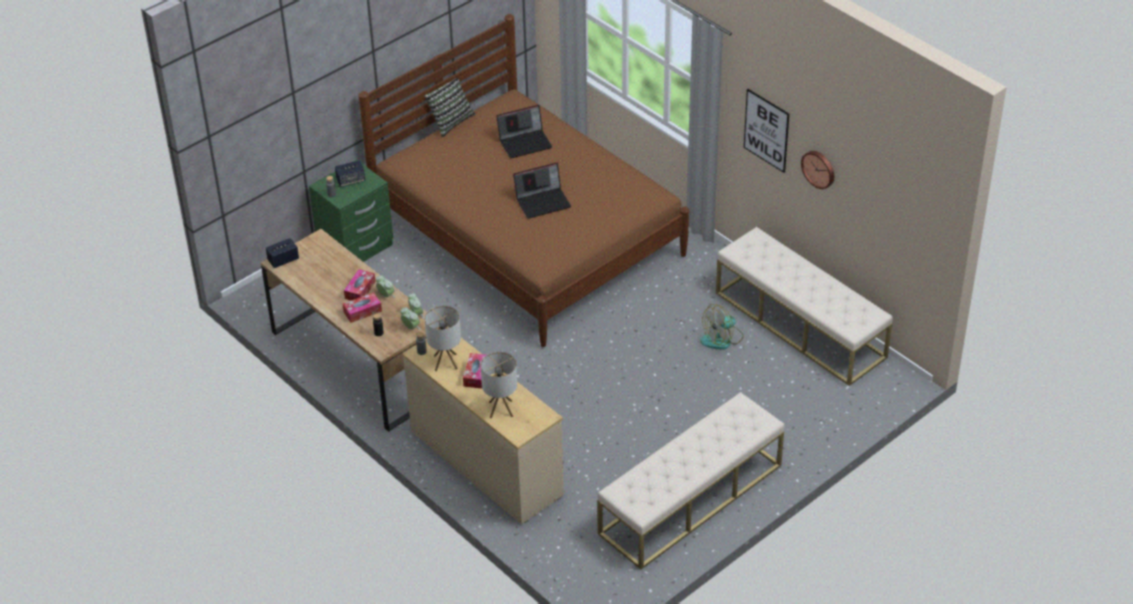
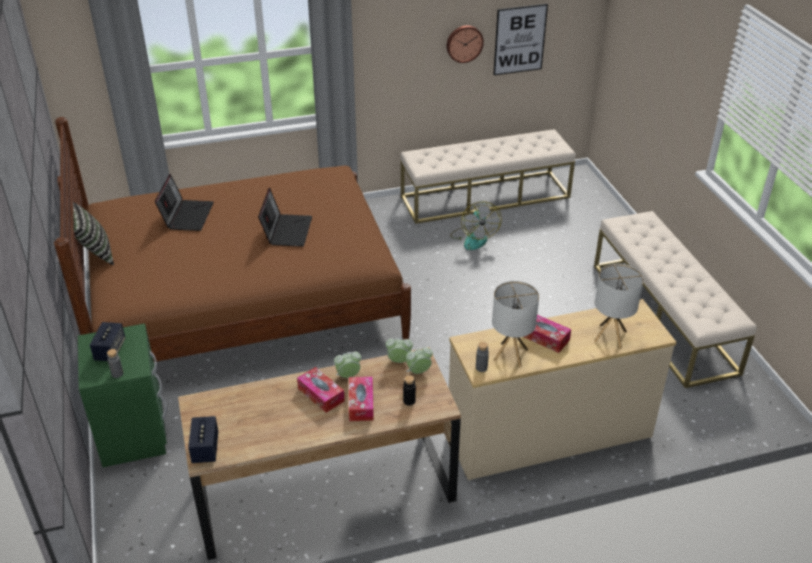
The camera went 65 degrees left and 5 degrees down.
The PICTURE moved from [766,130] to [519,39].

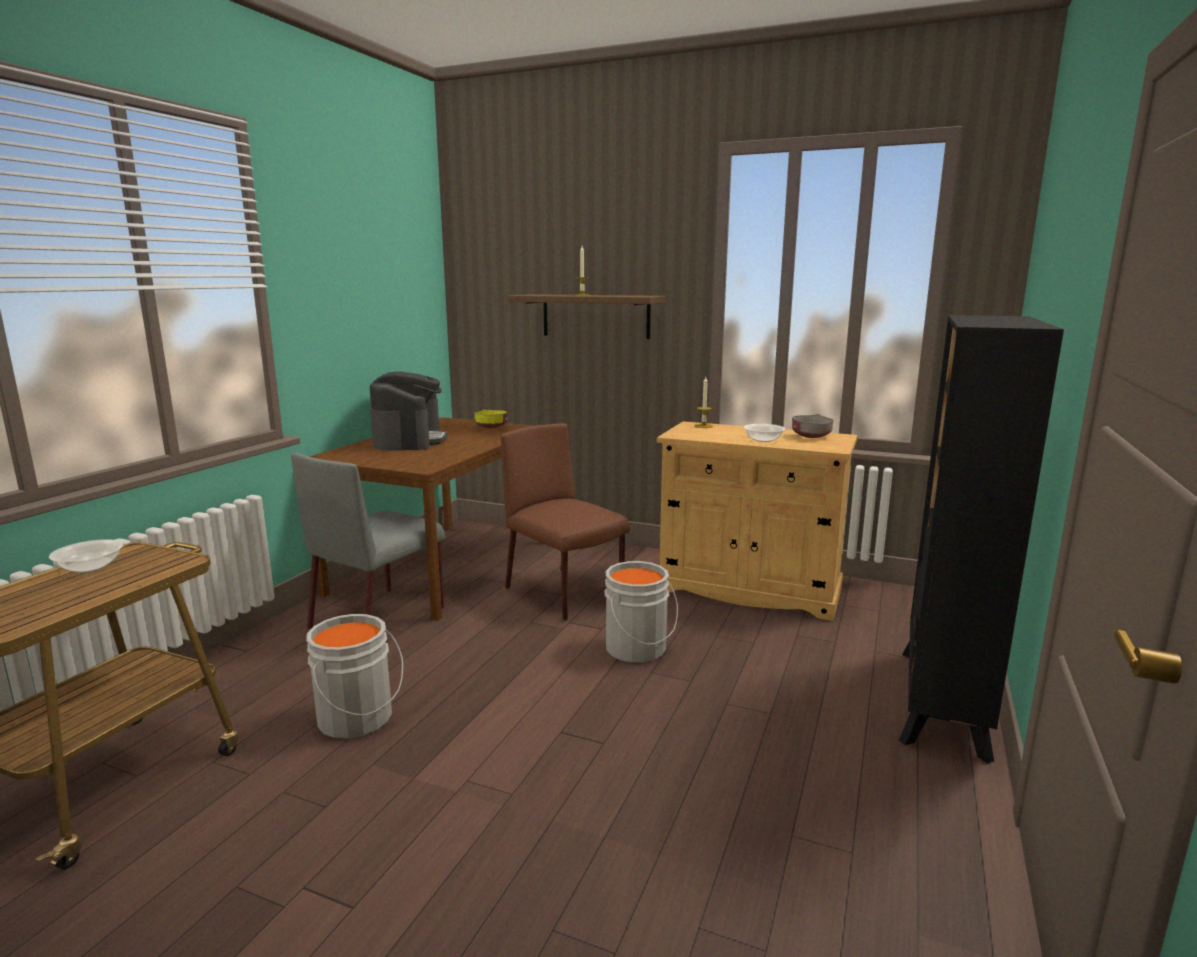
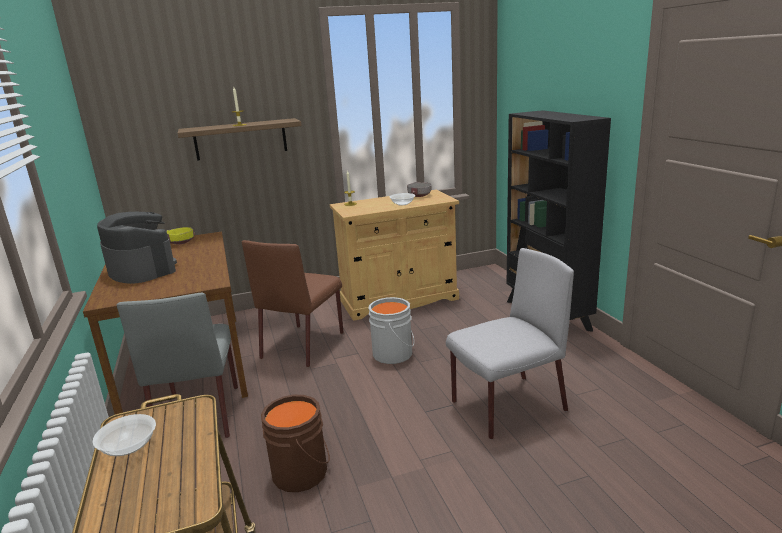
The camera went 40 degrees left and 5 degrees up.
The BROWN CHAIR at [565,593] turned 75 degrees counterclockwise.
The GREYISH BUCKET at [358,719] became the BROWN BUCKET at [303,472].
The GREYISH CHAIR at [506,407] appeared.

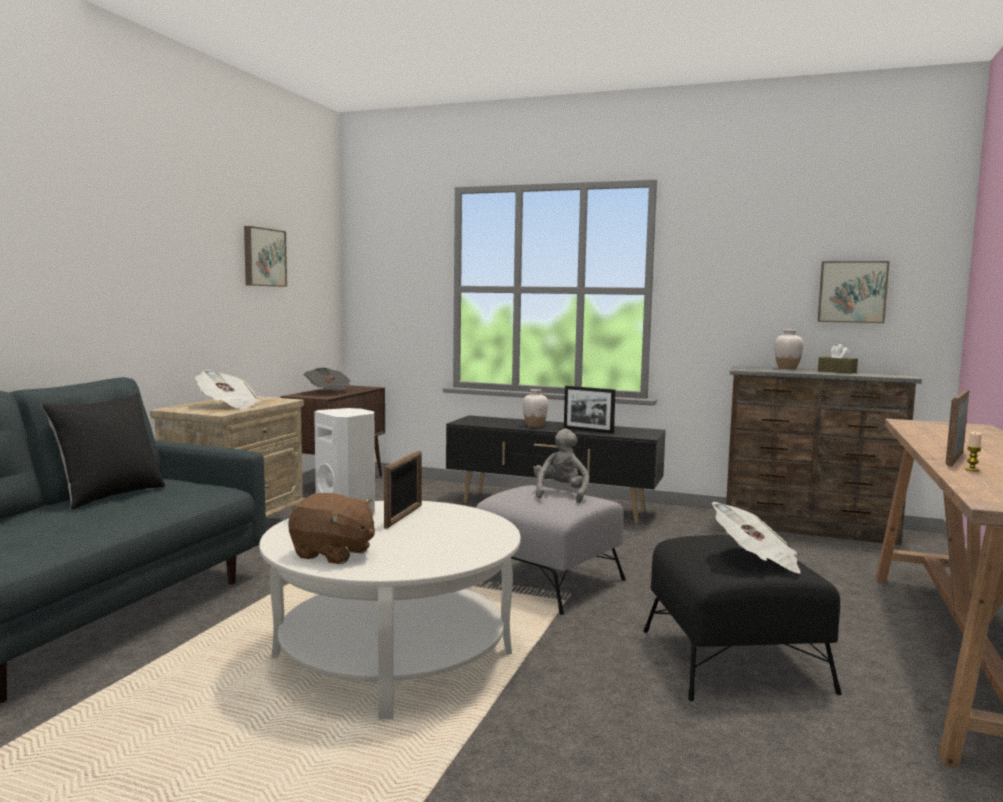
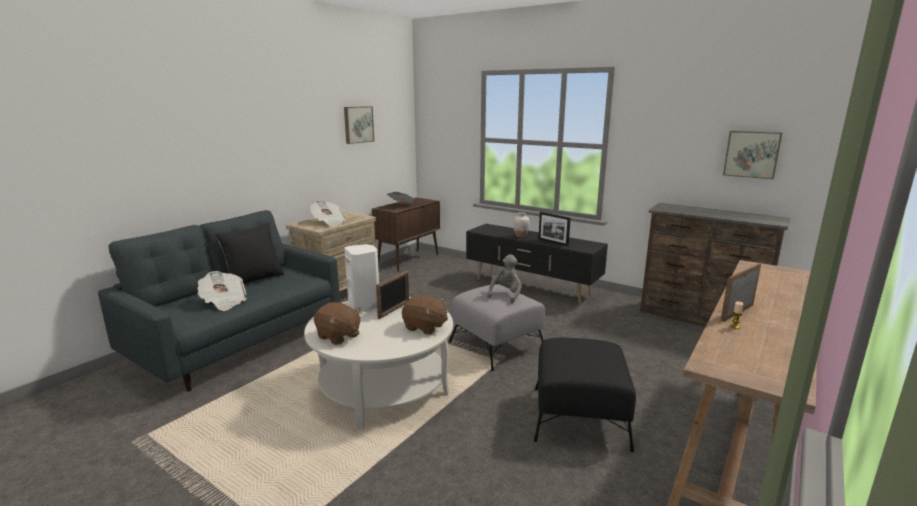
The camera went 15 degrees right and 10 degrees up.
The NEWSPAPER moved from [756,560] to [224,302].
The BROWN CUDDLY TOY at [425,327] appeared.
The WHITISH DECORATIVE VASE at [787,368] disappeared.
The BROWN BOX OF TISSUES at [837,371] disappeared.

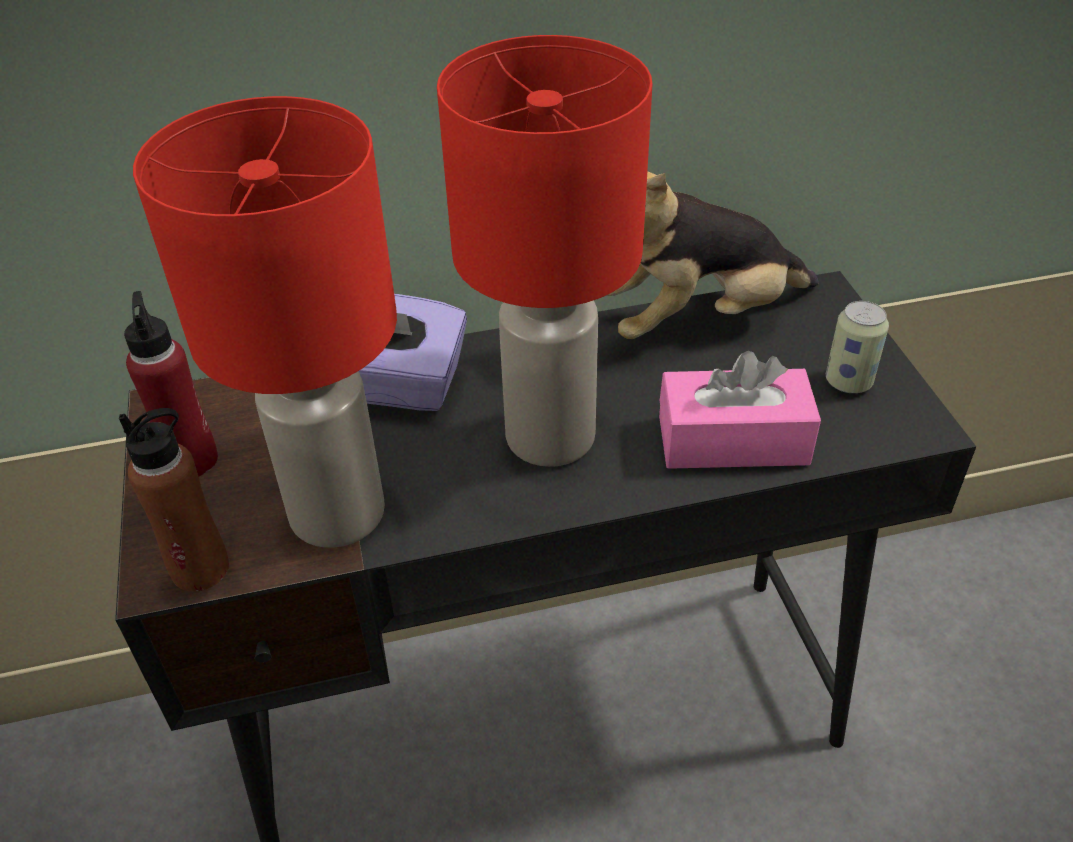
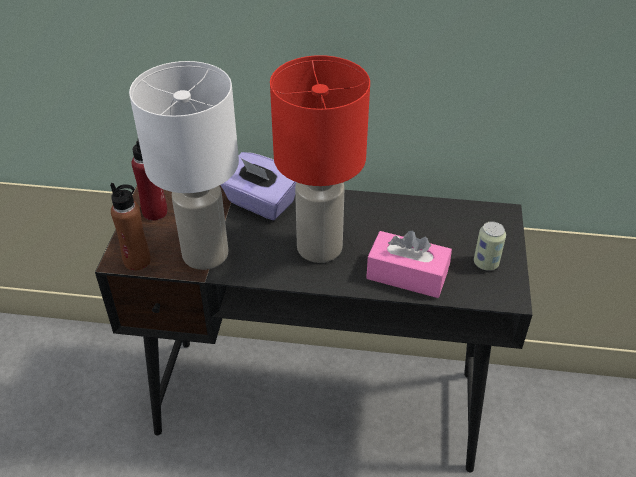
The camera went 20 degrees right and 0 degrees up.
The REDDISH TABLE LAMP at [340,512] became the WHITISH TABLE LAMP at [207,254].
The CUDDLY TOY at [698,319] disappeared.

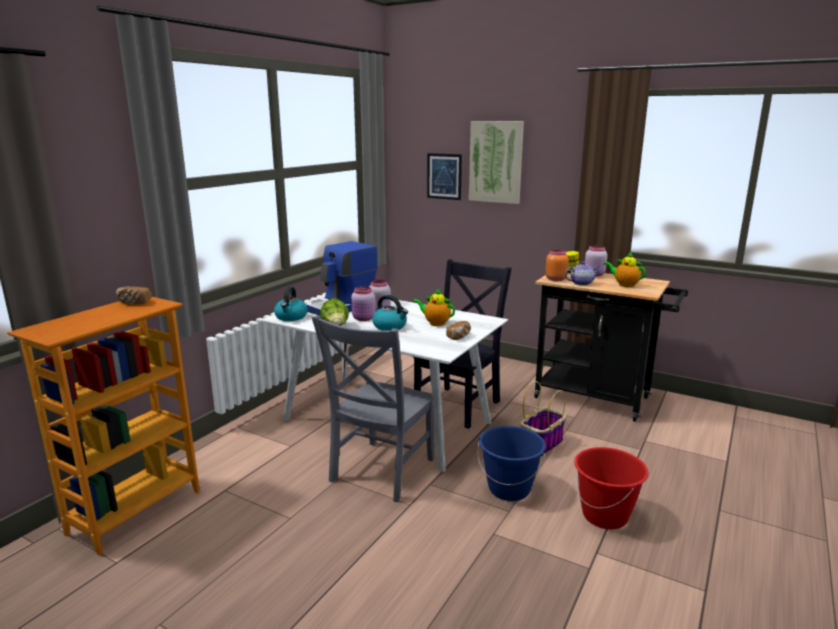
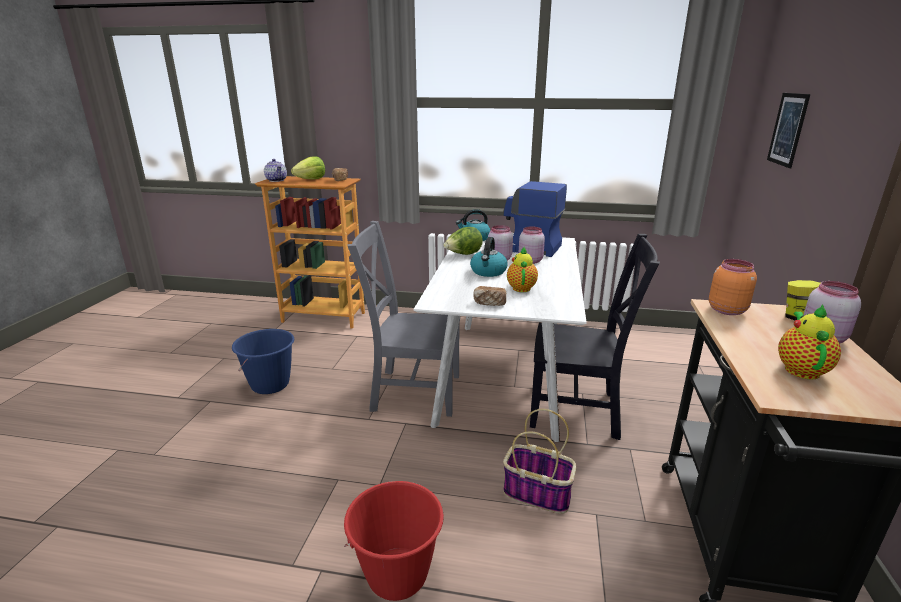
The camera went 70 degrees right and 5 degrees up.
The BLUISH BUCKET moved from [509,489] to [270,384].
The POT FOR TEA moved from [581,283] to [276,180].
The HEAD OF LETTUCE at [311,179] appeared.
The PICTURE at [496,162] disappeared.

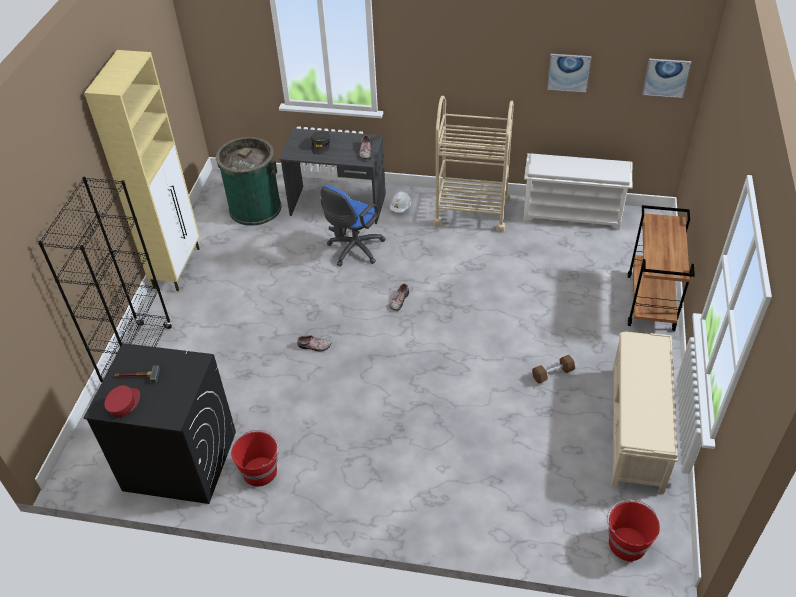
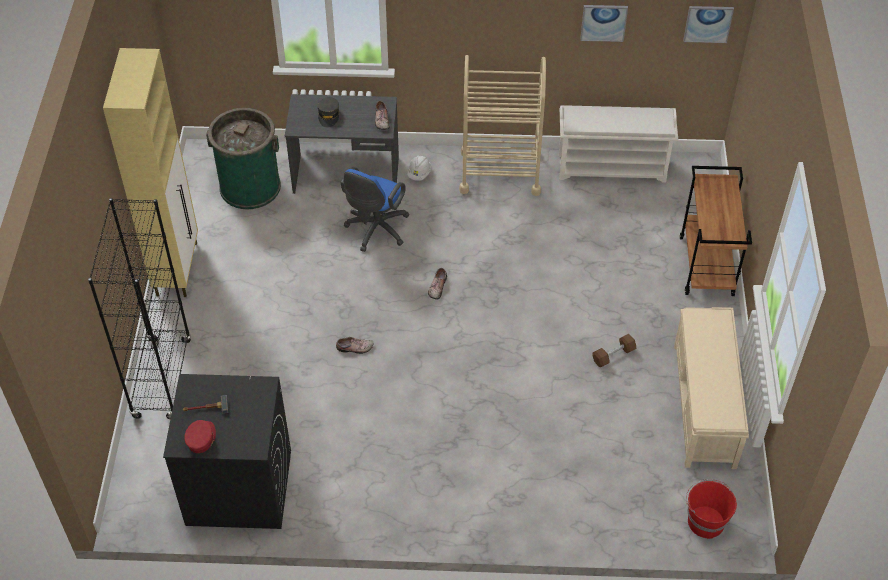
The camera went 10 degrees left and 5 degrees up.
The REDDISH BUCKET at [260,471] disappeared.

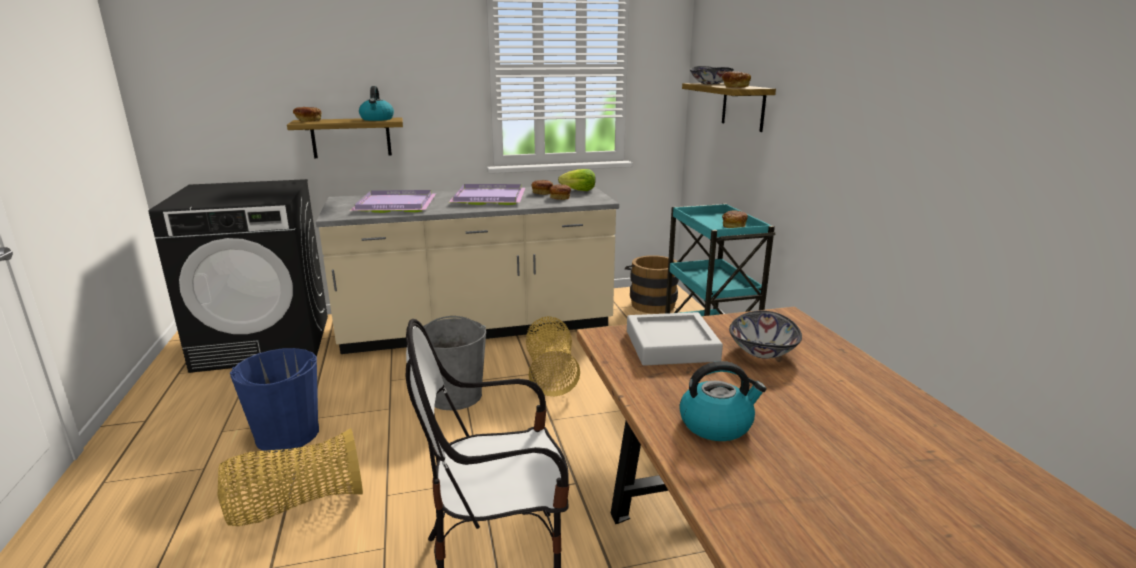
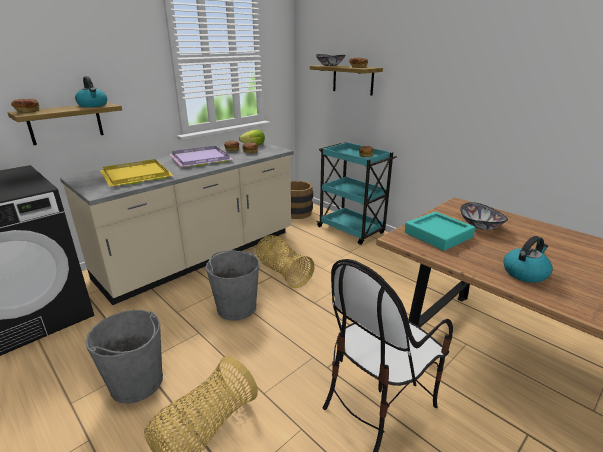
The camera went 30 degrees left and 5 degrees up.
The BLUISH BUCKET at [287,435] became the GREYISH BUCKET at [137,382].
The PURPLISH TRAY at [394,204] became the YELLOW TRAY at [135,175].
The GREYISH TRAY at [671,346] became the BLUE-GREEN TRAY at [438,235].

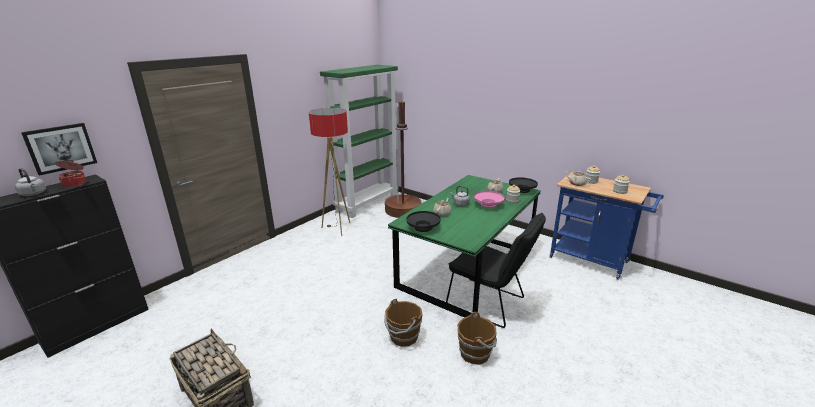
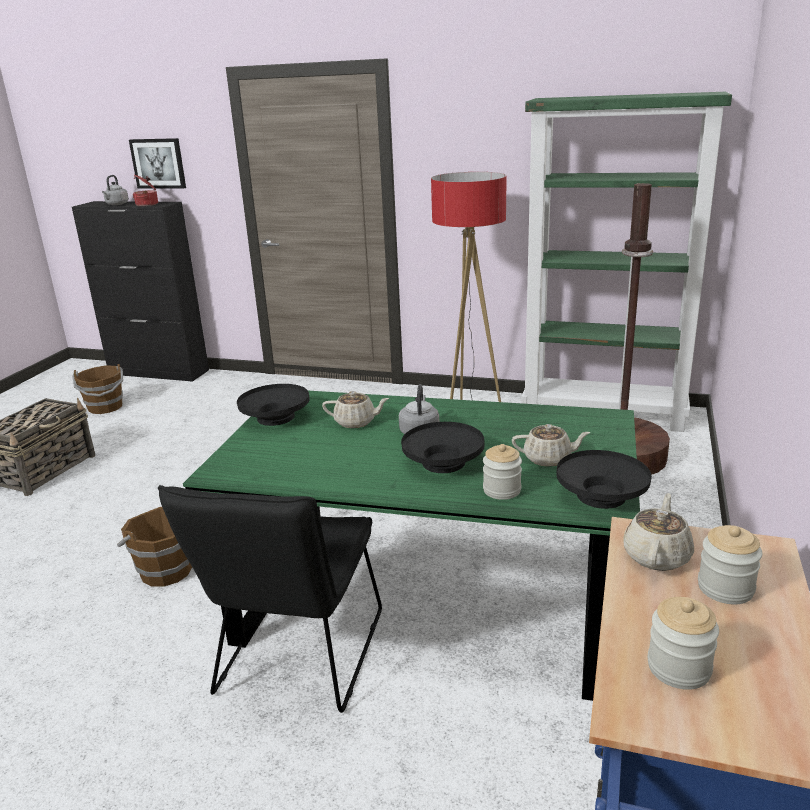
The camera went 70 degrees right and 0 degrees up.
The BROWN BUCKET moved from [475,353] to [105,407].
The PINK DEEP DISH at [488,205] became the BLACKISH DEEP DISH at [443,463].

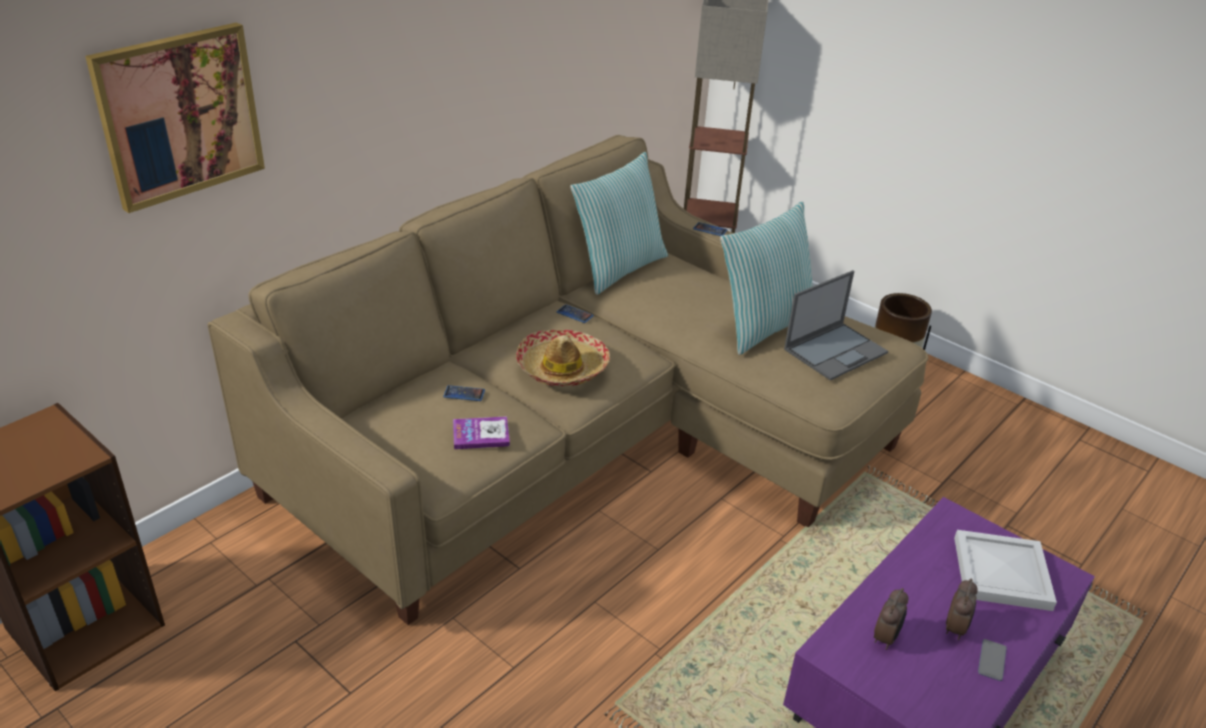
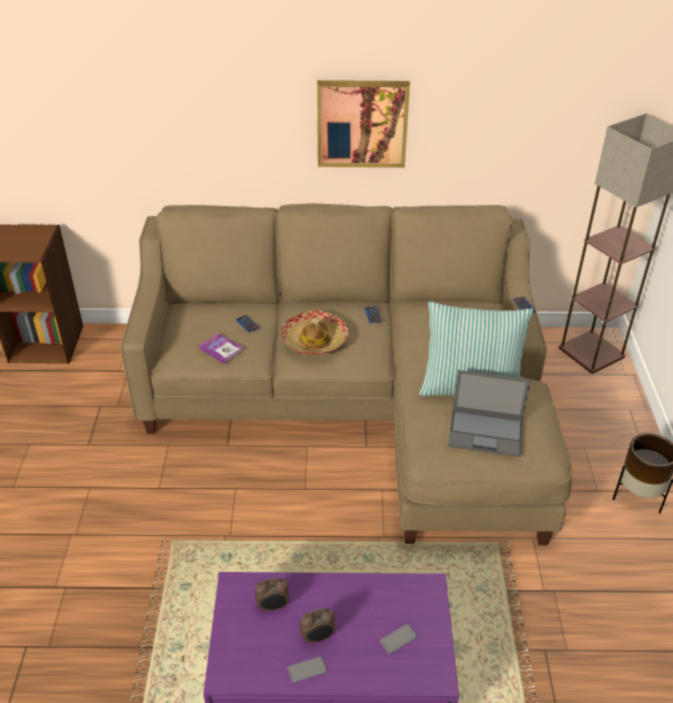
The camera went 50 degrees right and 5 degrees up.
The PICTURE moved from [179,115] to [362,123].
The WHITISH TRAY at [1000,574] was replaced by the PHONE at [398,639].
The PILLOW at [618,268] disappeared.

